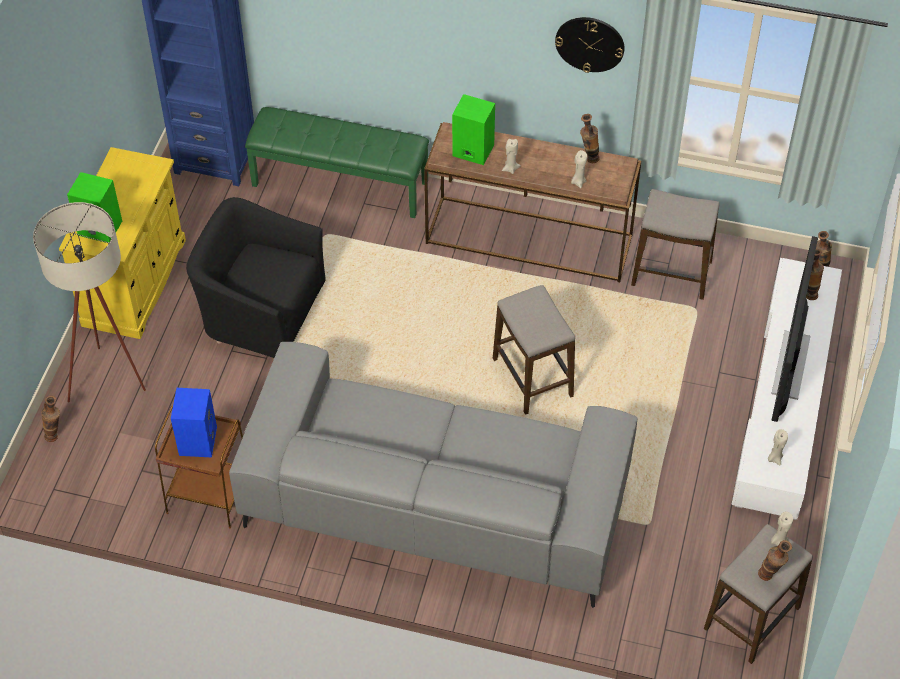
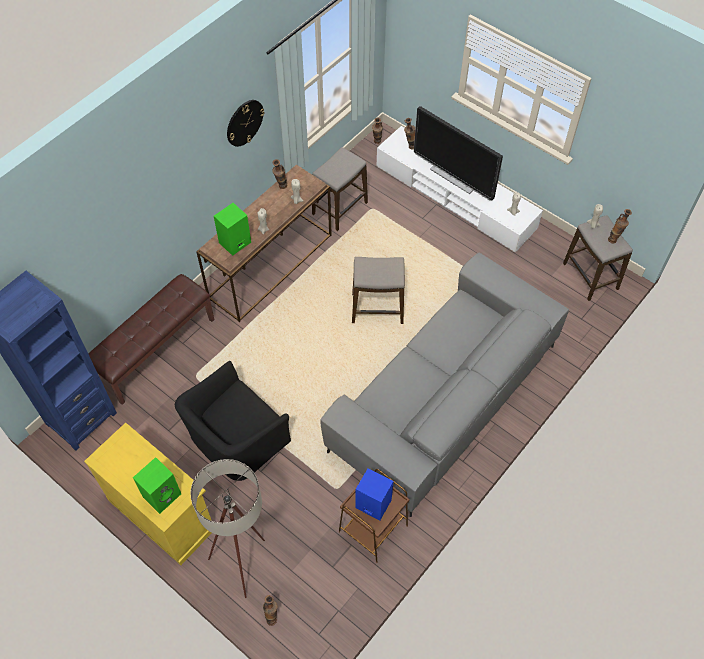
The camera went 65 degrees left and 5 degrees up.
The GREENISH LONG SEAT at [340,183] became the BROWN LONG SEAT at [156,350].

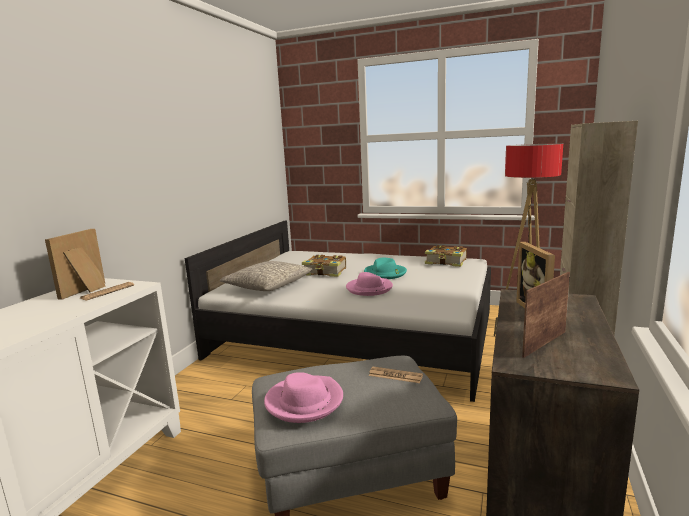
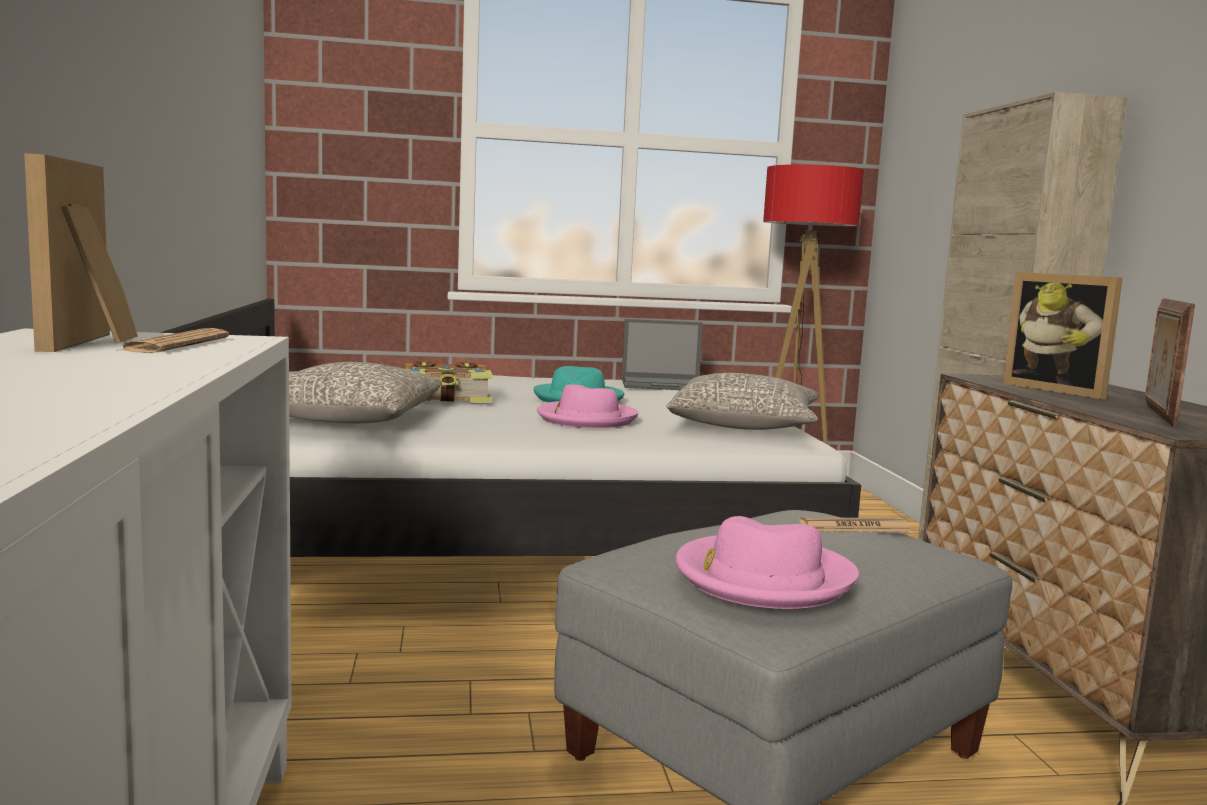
The camera went 30 degrees left and 5 degrees down.
The BOUND BOOK at [446,262] was replaced by the LAPTOP at [663,385].
The GREYISH PILLOW at [744,426] appeared.

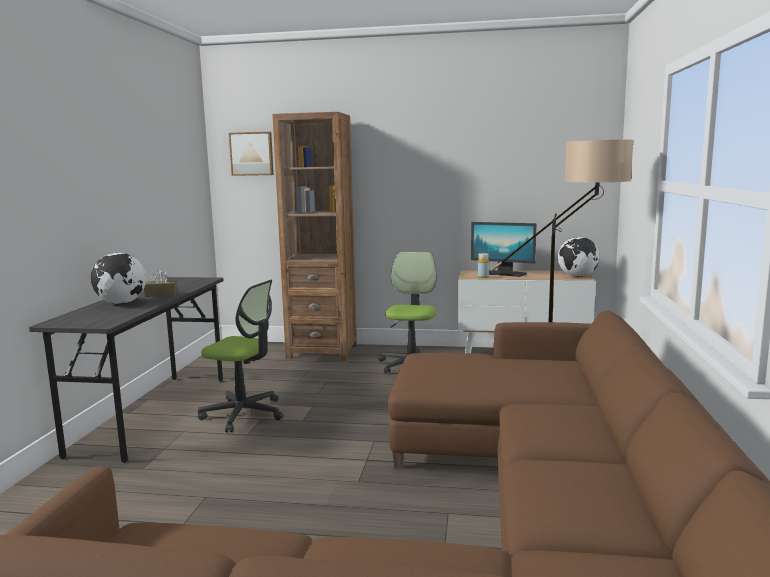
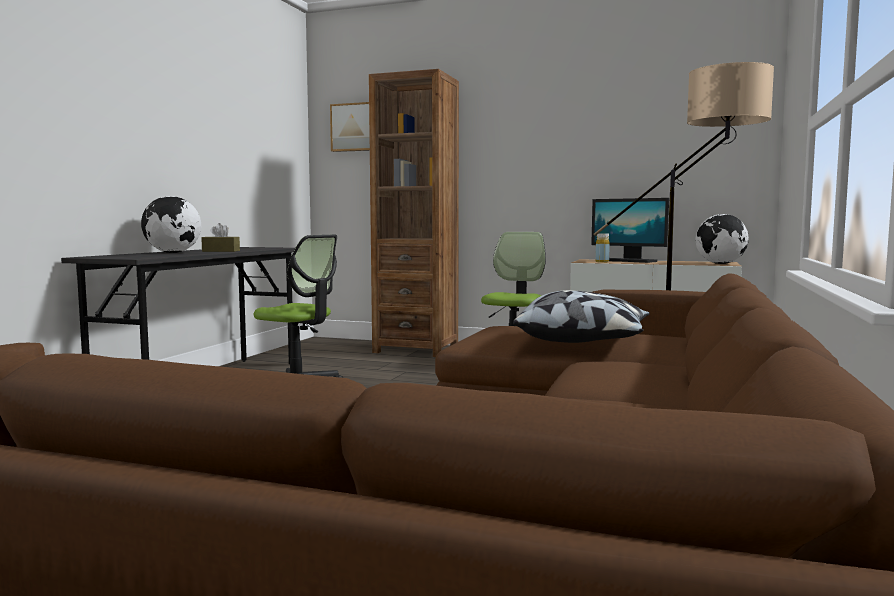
The camera went 10 degrees right and 5 degrees down.
The PILLOW at [584,341] appeared.

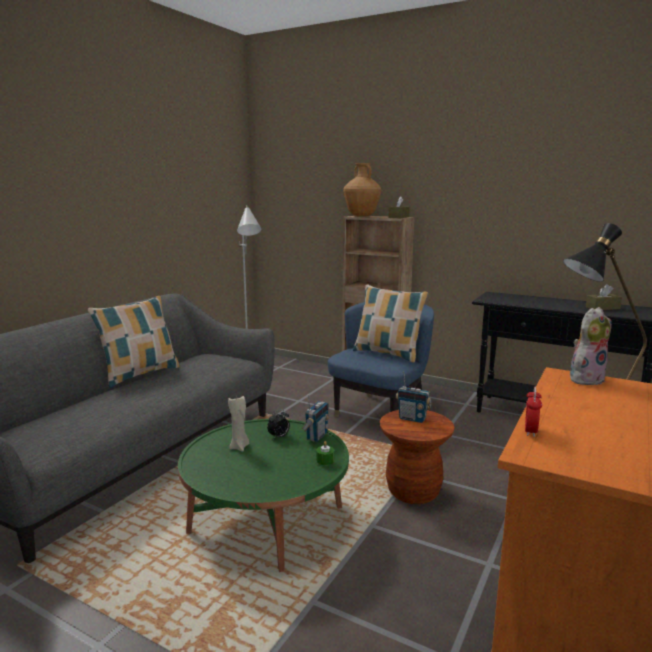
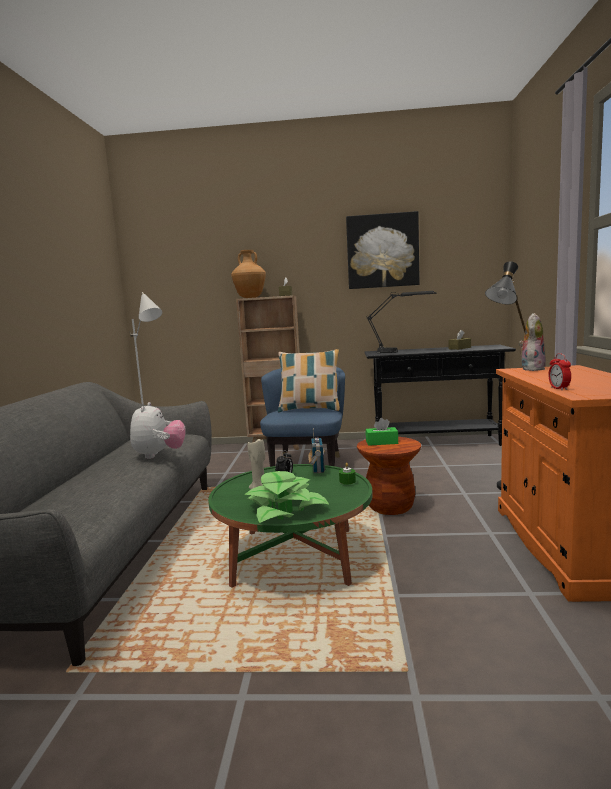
The camera went 25 degrees left and 5 degrees down.
The CUDDLY TOY at [159,455] appeared.
The POTTED PLANT at [285,509] appeared.
The PICTURE at [382,251] appeared.
The BLACKISH TABLE LAMP at [401,352] appeared.
The RADIO at [412,418] was replaced by the GREENISH BOX OF TISSUES at [381,442].
The PILLOW at [139,374] disappeared.

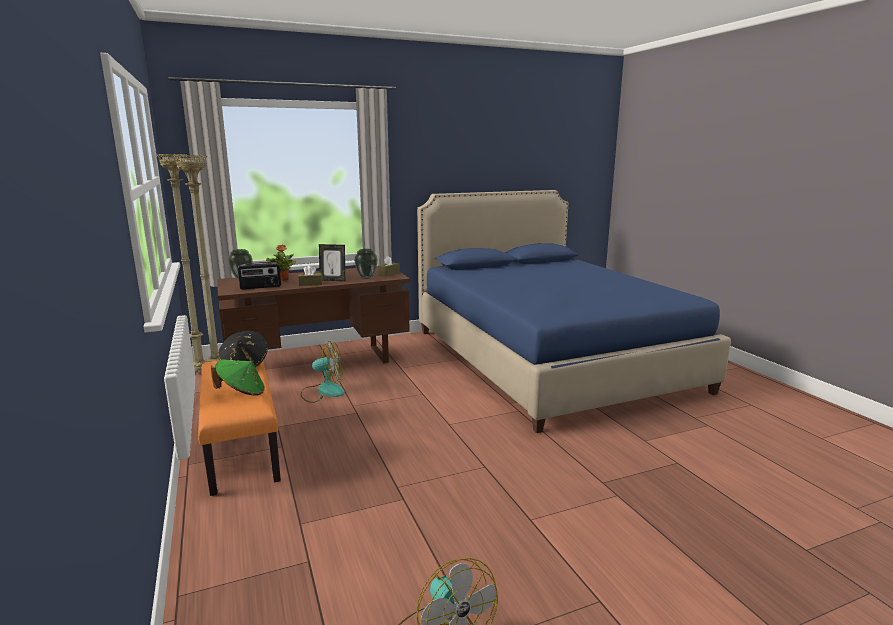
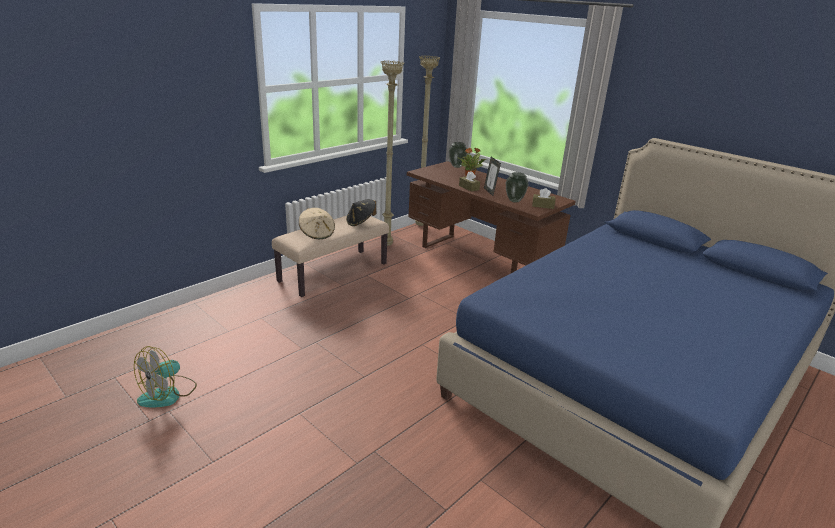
The camera went 65 degrees right and 10 degrees up.
The ORANGEY LONG SEAT at [241,447] became the SAND-COLOURED LONG SEAT at [333,272].
The GREENISH HAT at [241,393] became the SAND-COLOURED HAT at [317,234].
The RADIO at [260,287] disappeared.
The ELECTRIC FAN at [323,391] disappeared.

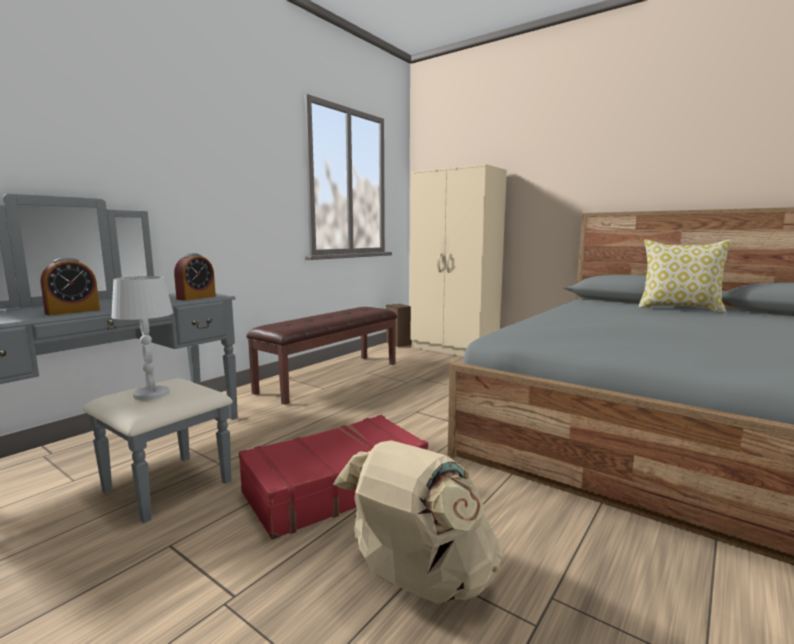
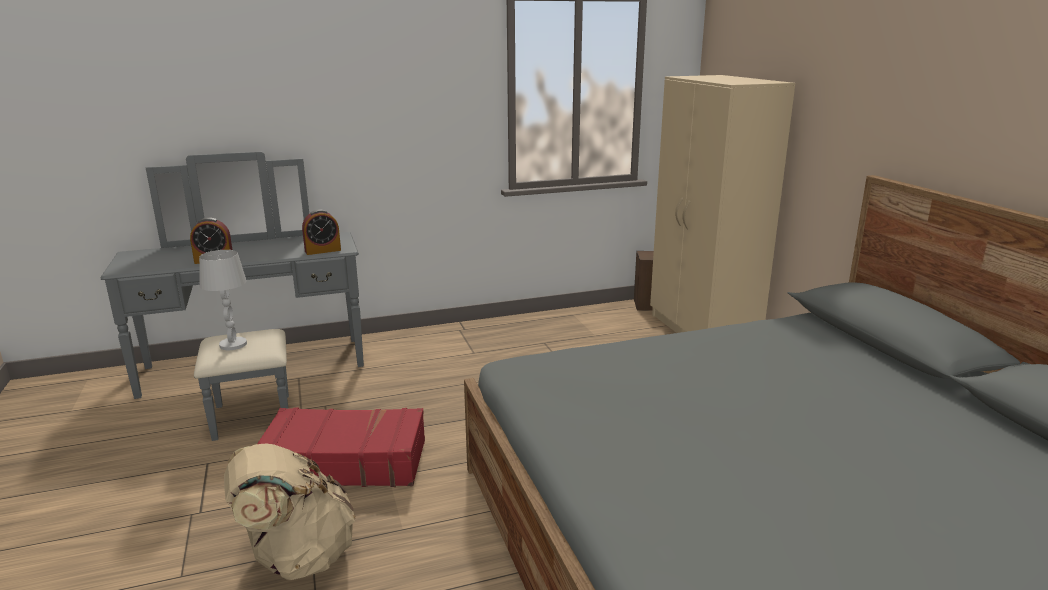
The camera went 35 degrees right and 10 degrees up.
The BROWN LONG SEAT at [330,377] disappeared.
The PILLOW at [679,308] disappeared.

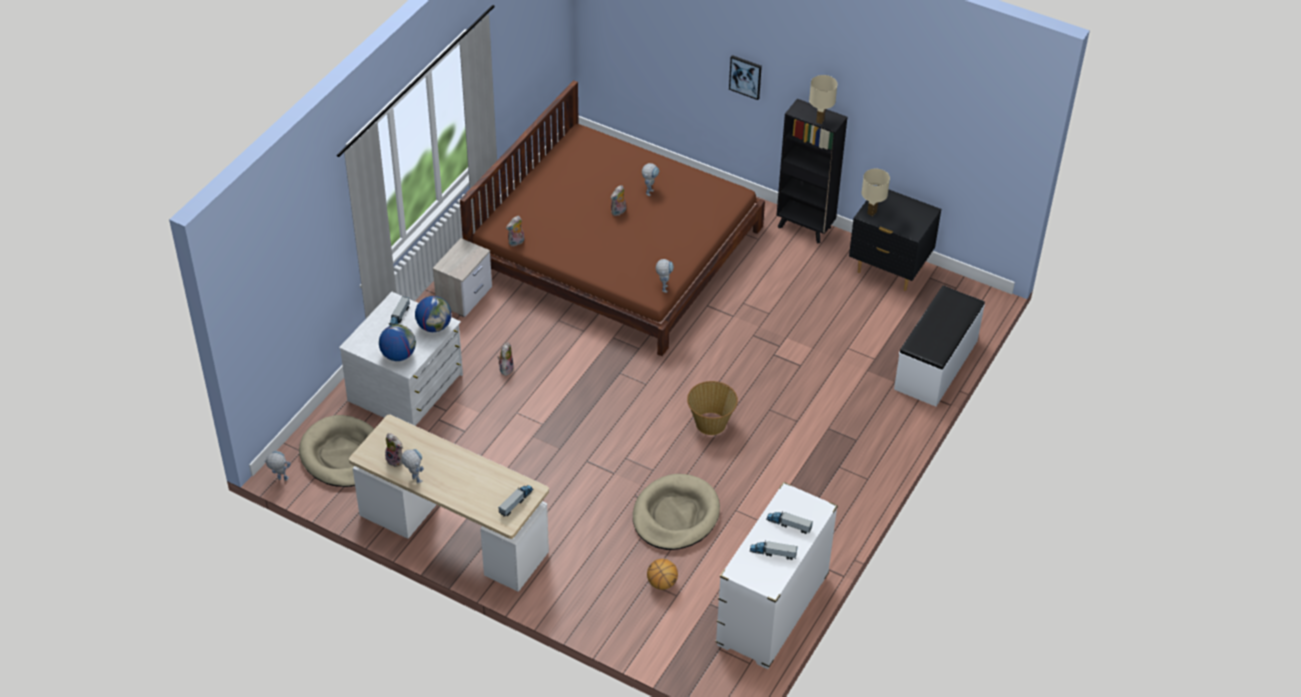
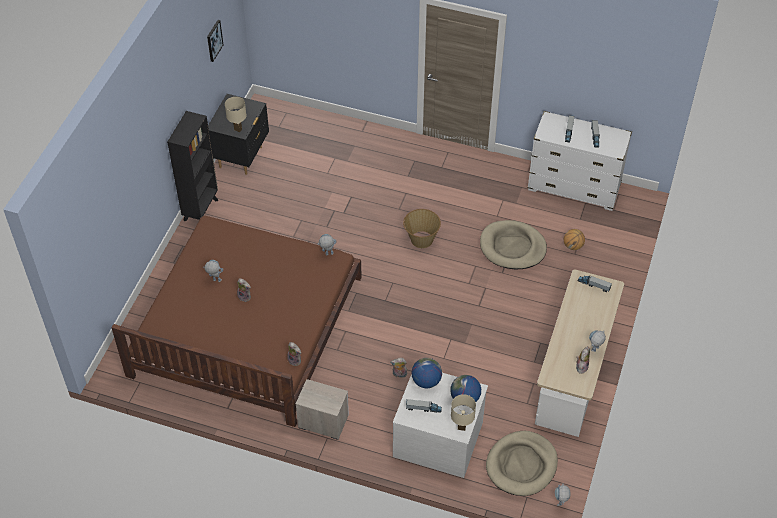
The camera went 100 degrees left and 5 degrees up.
The PICTURE moved from [745,76] to [214,40].
The SAND-COLOURED TABLE LAMP moved from [820,120] to [461,428].
The WHITISH LONG SEAT at [936,365] disappeared.

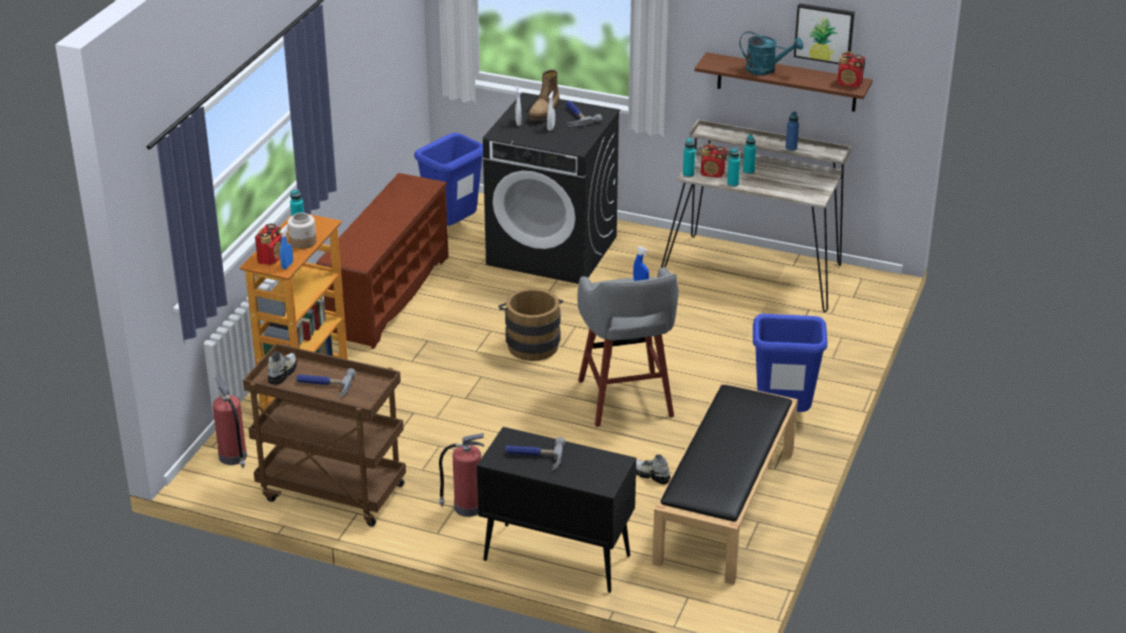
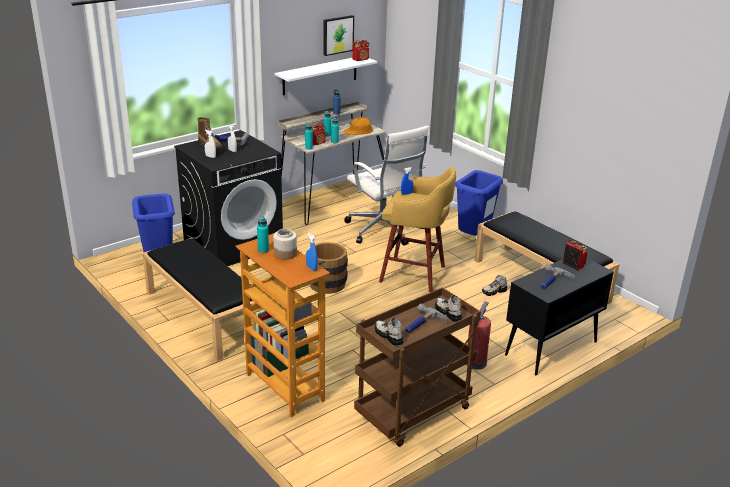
The camera went 60 degrees left and 5 degrees down.
The BROWN SHOE STAND at [388,295] was replaced by the BLACKISH LONG SEAT at [204,314].
The BROWN SHELF at [786,82] became the WHITISH SHELF at [320,75].
The ORANGEY SAFETY HELMET at [359,130] appeared.
The WHITISH OFFICE CHAIR at [384,230] appeared.
The GREYISH STOOL at [626,400] became the YELLOW STOOL at [415,274].
The SHOE at [448,313] appeared.
The RADIO moved from [271,258] to [573,265].
The FIRE-FIGHTING CYLINDER at [233,457] disappeared.
The BLUE-GREEN SPRINKLING CAN at [766,69] disappeared.

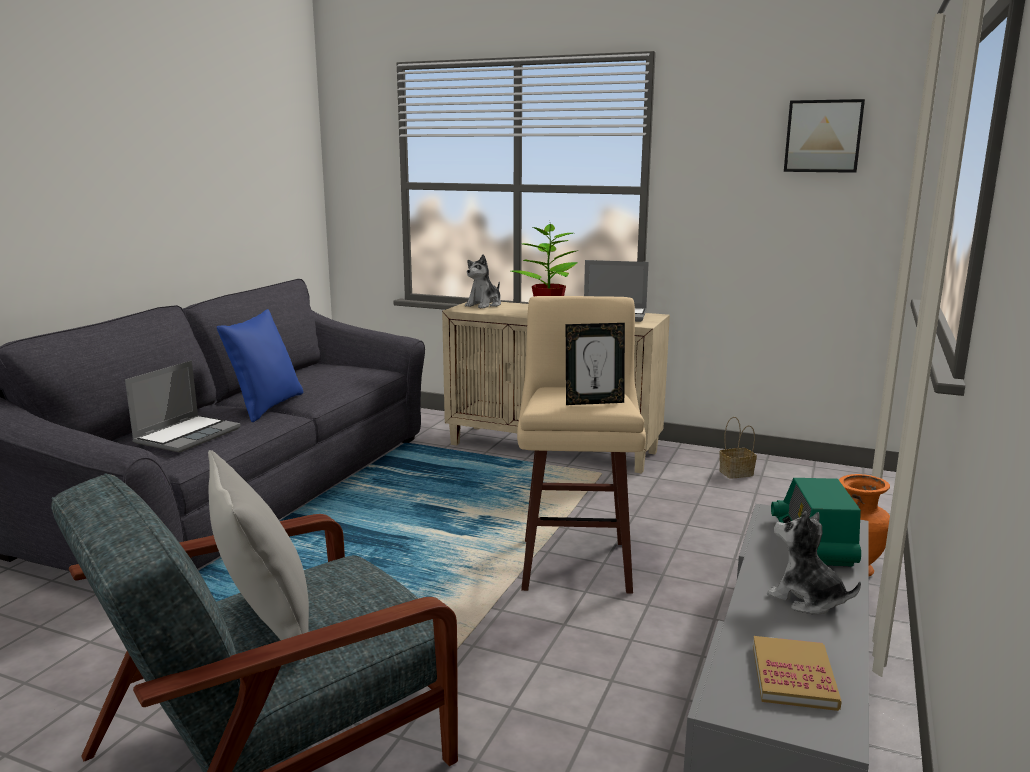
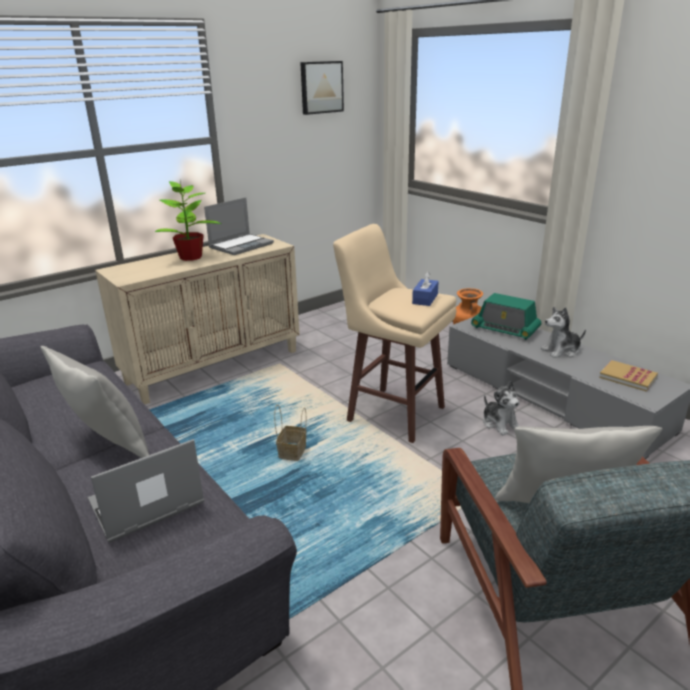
The camera went 60 degrees left and 10 degrees up.
The BLUISH PILLOW at [266,407] became the GREYISH PILLOW at [107,445].
The LAPTOP at [187,435] turned 90 degrees counterclockwise.
The STORAGE BASKET moved from [735,473] to [292,453].
The STANDING FRAME at [594,402] was replaced by the BLUISH BOX OF TISSUES at [425,299].
The CUDDLY TOY moved from [484,305] to [500,423].

